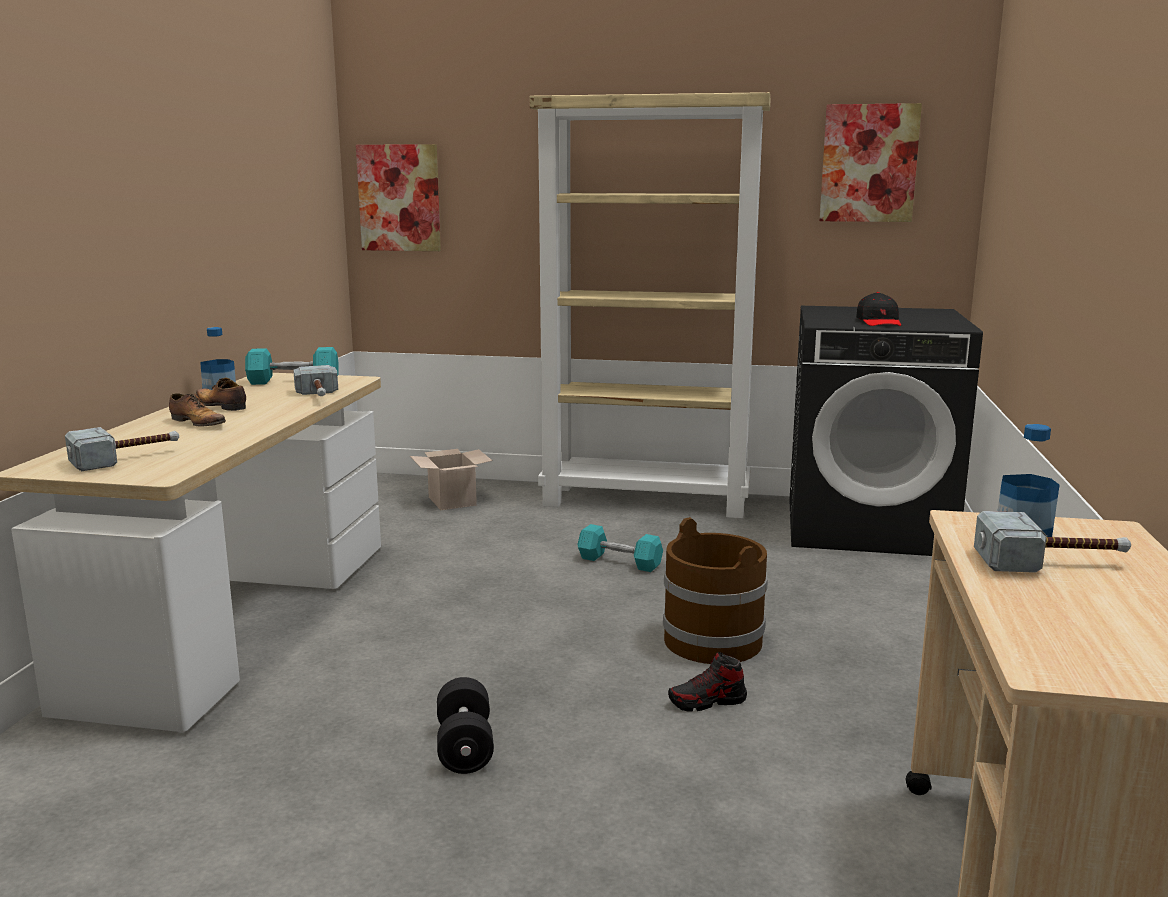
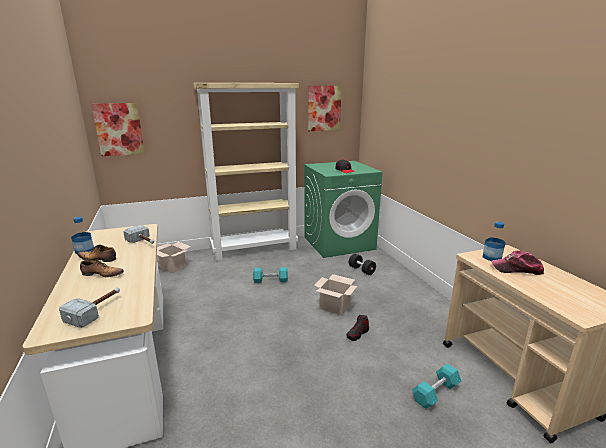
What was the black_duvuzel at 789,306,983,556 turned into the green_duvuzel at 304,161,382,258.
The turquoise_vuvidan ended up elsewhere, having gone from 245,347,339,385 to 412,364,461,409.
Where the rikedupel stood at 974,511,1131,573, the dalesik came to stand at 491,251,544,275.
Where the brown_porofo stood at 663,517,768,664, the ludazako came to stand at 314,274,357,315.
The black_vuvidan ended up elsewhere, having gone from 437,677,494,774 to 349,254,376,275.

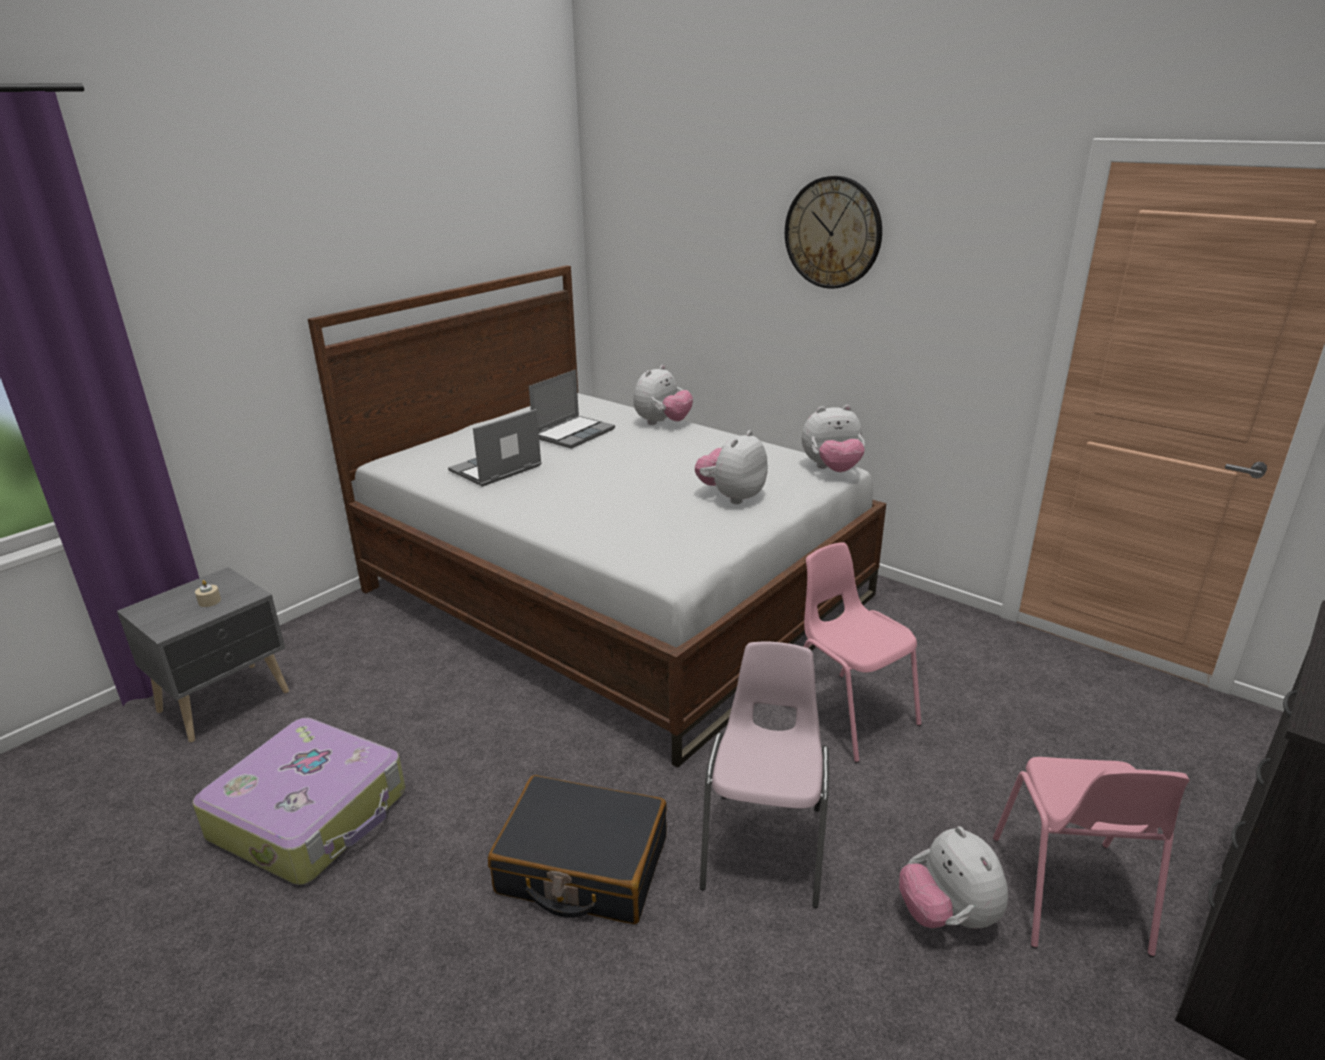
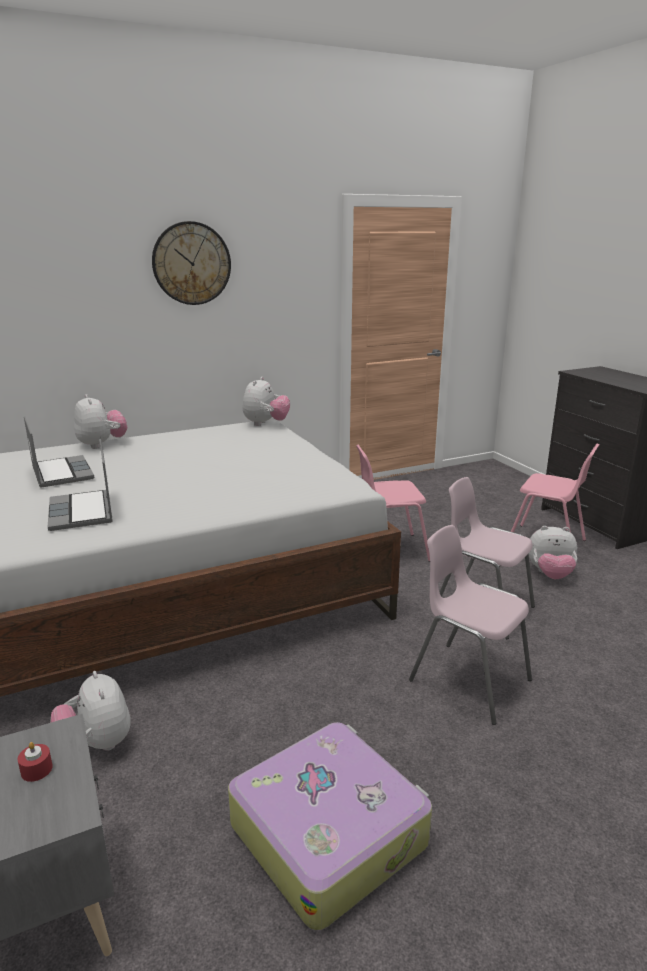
The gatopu ended up elsewhere, having gone from 695,430,768,504 to 50,671,131,751.
What was the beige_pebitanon at 195,580,221,607 turned into the red_pebitanon at 17,742,53,782.
Where the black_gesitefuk stood at 488,775,667,924, the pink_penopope came to stand at 409,525,532,725.

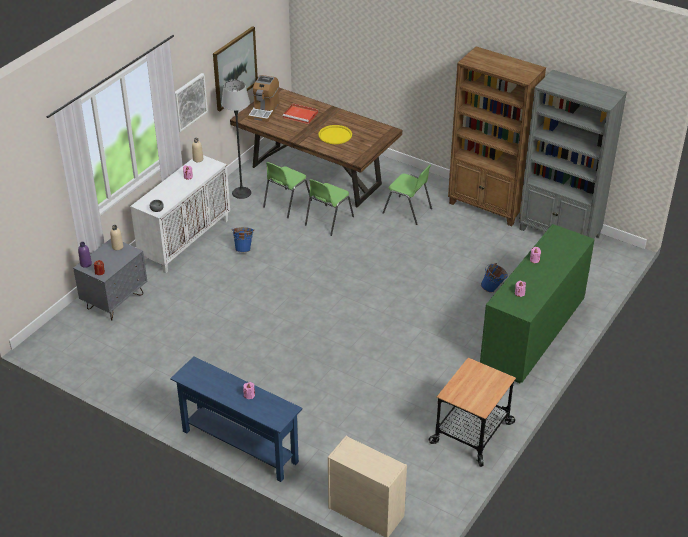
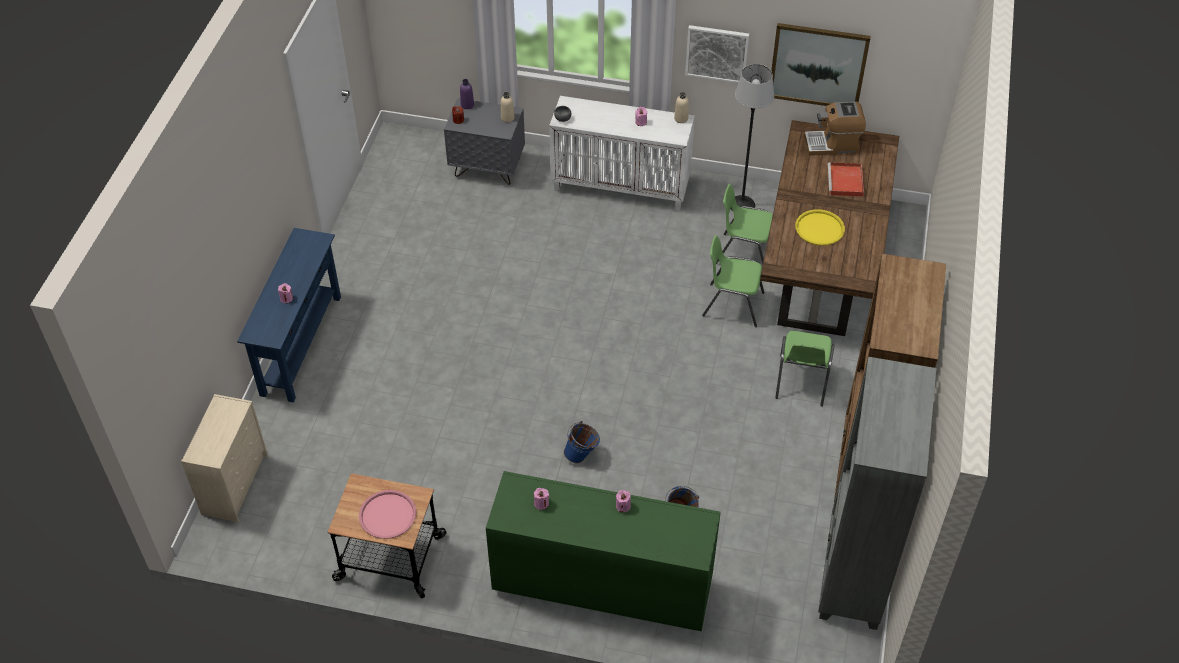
The blue_porofo ended up elsewhere, having gone from 231,227,254,252 to 564,421,600,463.
The second view gained the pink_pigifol at 359,490,416,539.

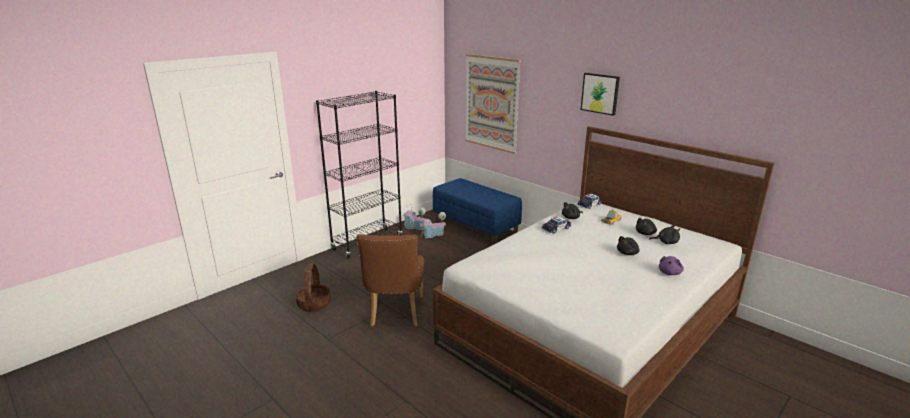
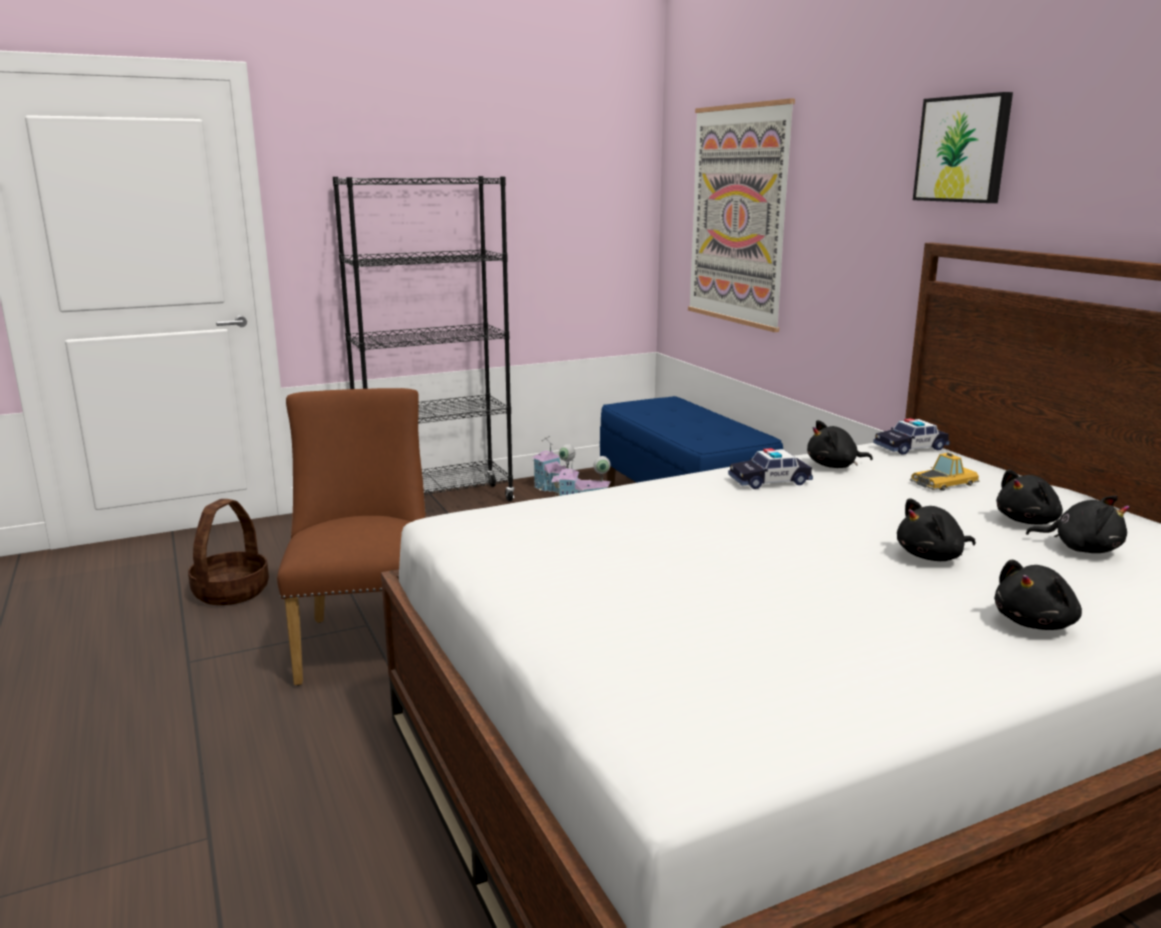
The brown_penopope at 356,234,424,327 ended up facing another way, 150 degrees clockwise from before.
What was the purple_gatopu at 659,256,684,275 turned into the black_gatopu at 994,559,1082,630.

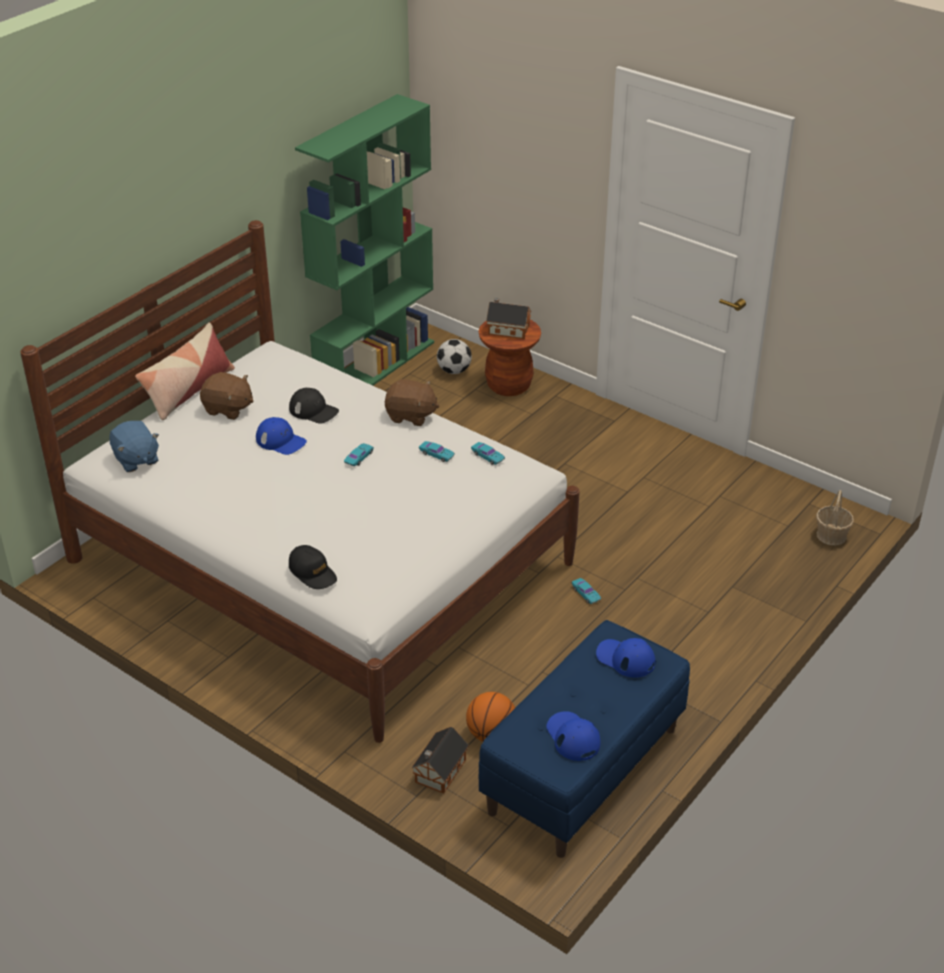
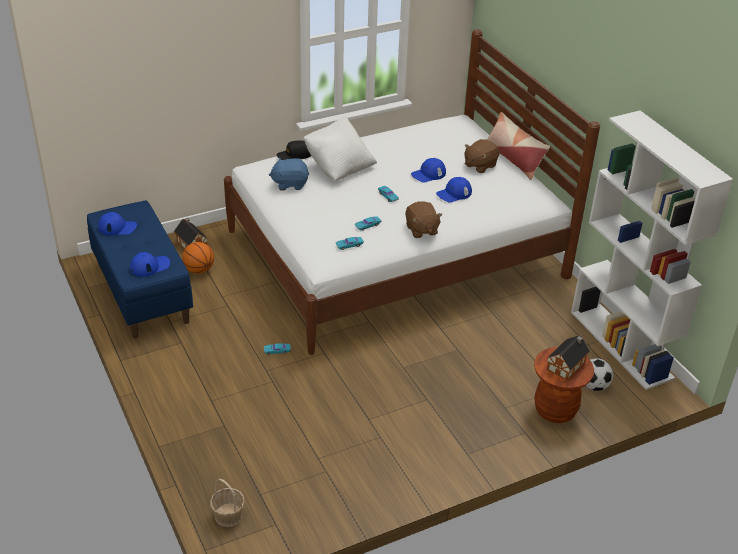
What was the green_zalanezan at 295,94,434,386 turned into the white_zalanezan at 571,110,733,390.
The brown_gatopu at 385,379,439,426 ended up facing another way, 60 degrees counterclockwise from before.
What was the black_dalesik at 289,388,339,424 turned into the blue_dalesik at 436,177,472,203.
The blue_gatopu ended up elsewhere, having gone from 109,421,159,472 to 269,158,309,190.
The second view gained the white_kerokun at 303,116,377,180.

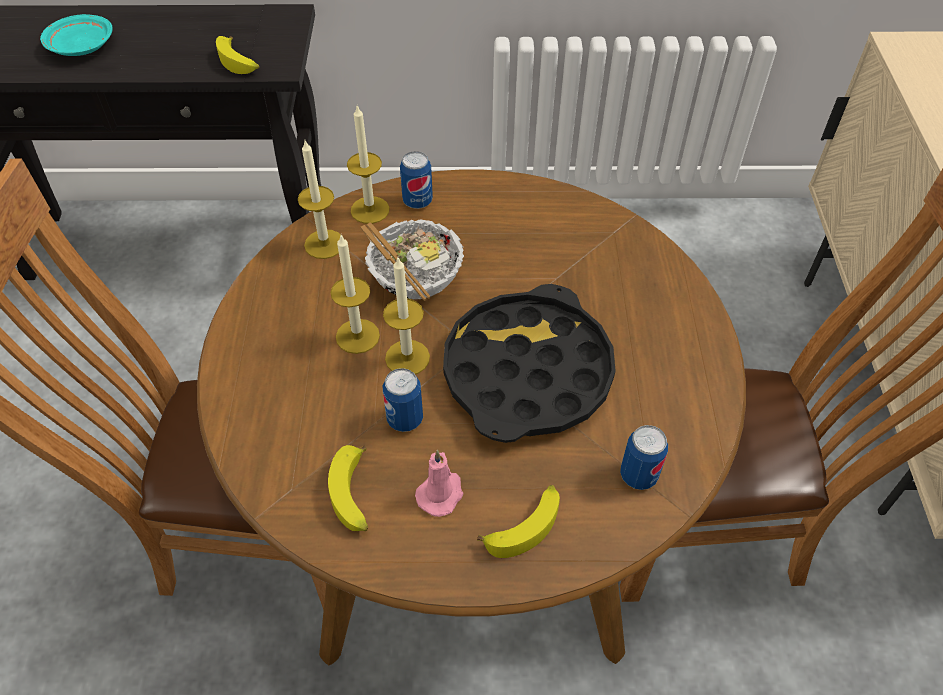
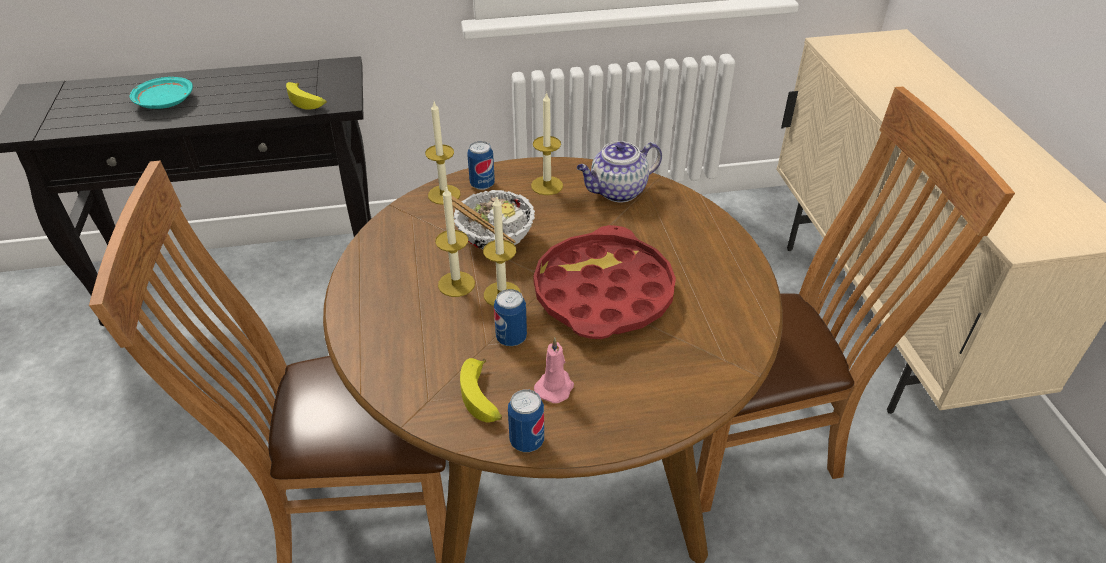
The pebitanon ended up elsewhere, having gone from 298,141,341,259 to 531,92,563,195.
What was the black_pigifol at 443,284,616,443 turned into the red_pigifol at 533,225,676,339.
The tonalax ended up elsewhere, having gone from 620,425,668,490 to 508,390,544,452.
The second view lost the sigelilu at 477,485,560,558.
The second view gained the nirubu at 577,141,662,203.

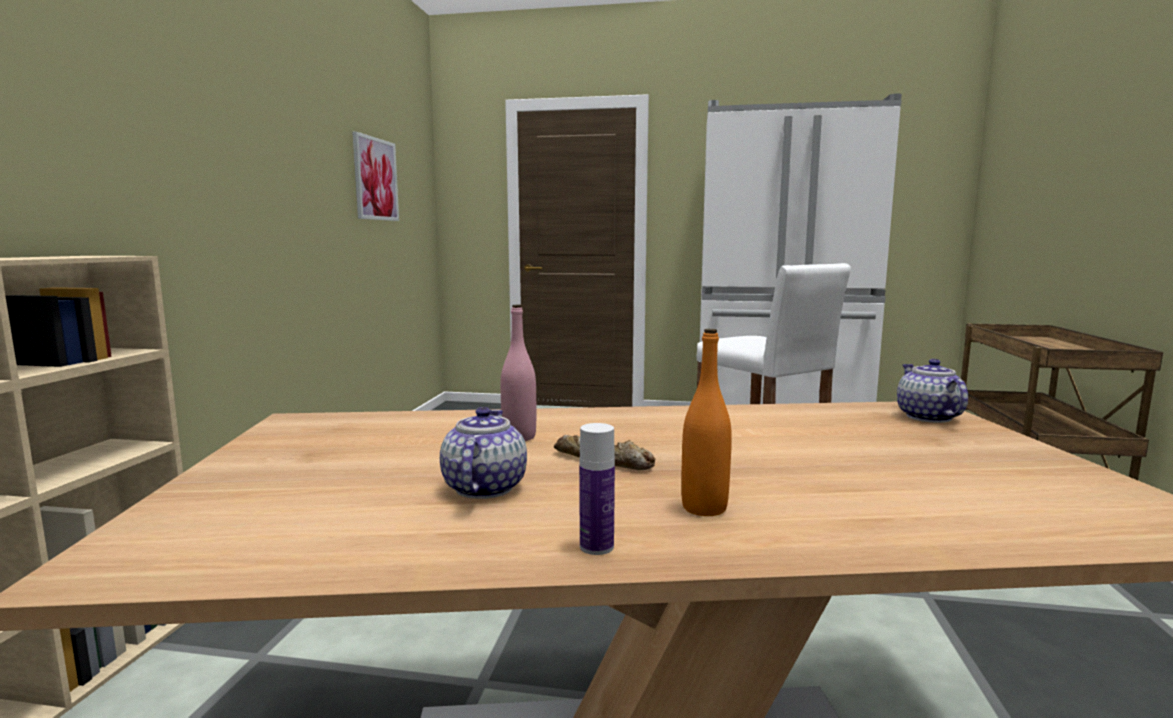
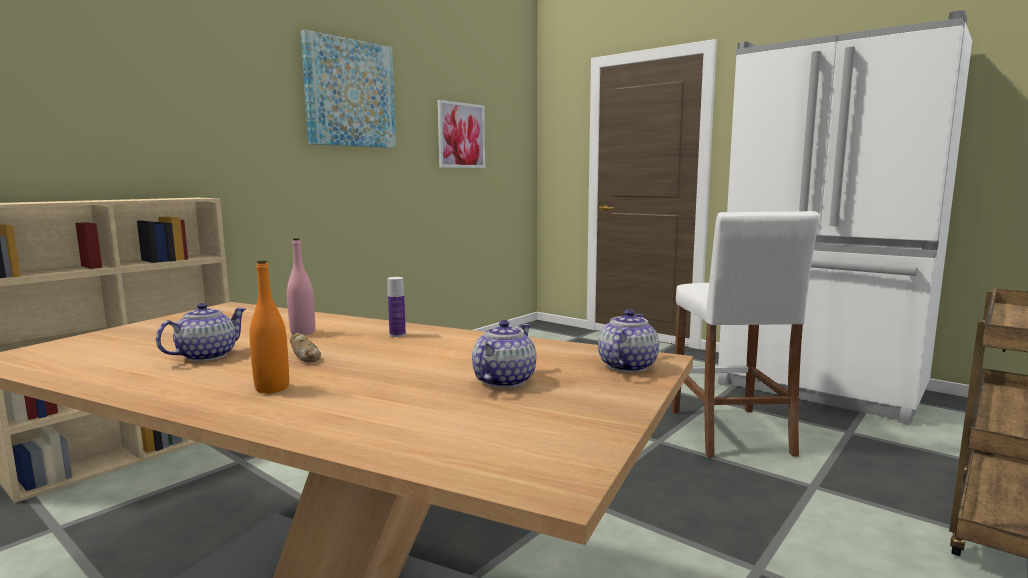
The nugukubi ended up elsewhere, having gone from 579,423,615,555 to 387,277,406,337.
The second view gained the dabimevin at 301,29,396,148.
The second view gained the nirubu at 472,320,536,388.

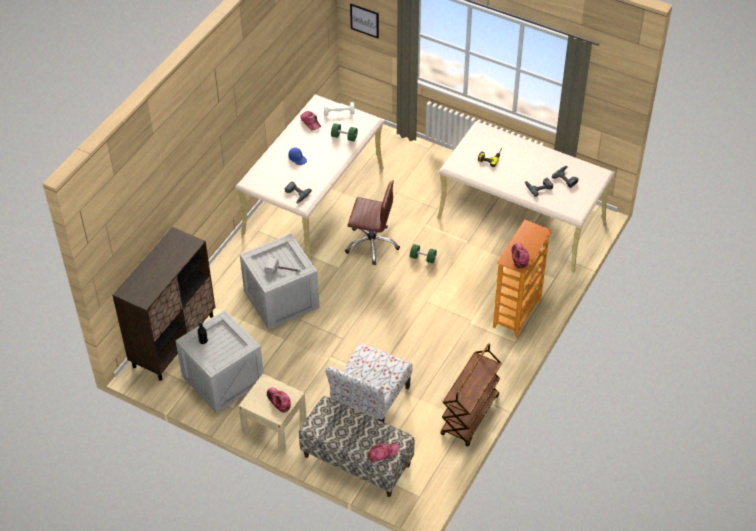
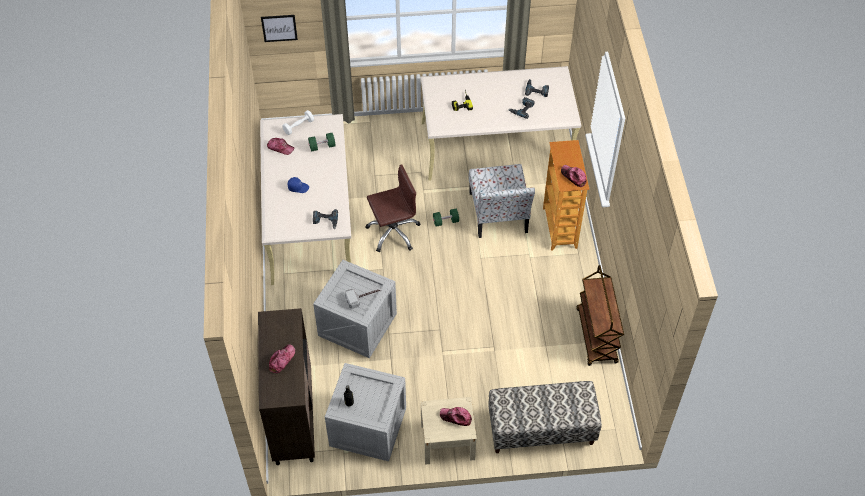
The penopope ended up elsewhere, having gone from 325,343,413,422 to 469,164,535,238.
The dalesik ended up elsewhere, having gone from 368,443,399,462 to 269,344,295,373.

